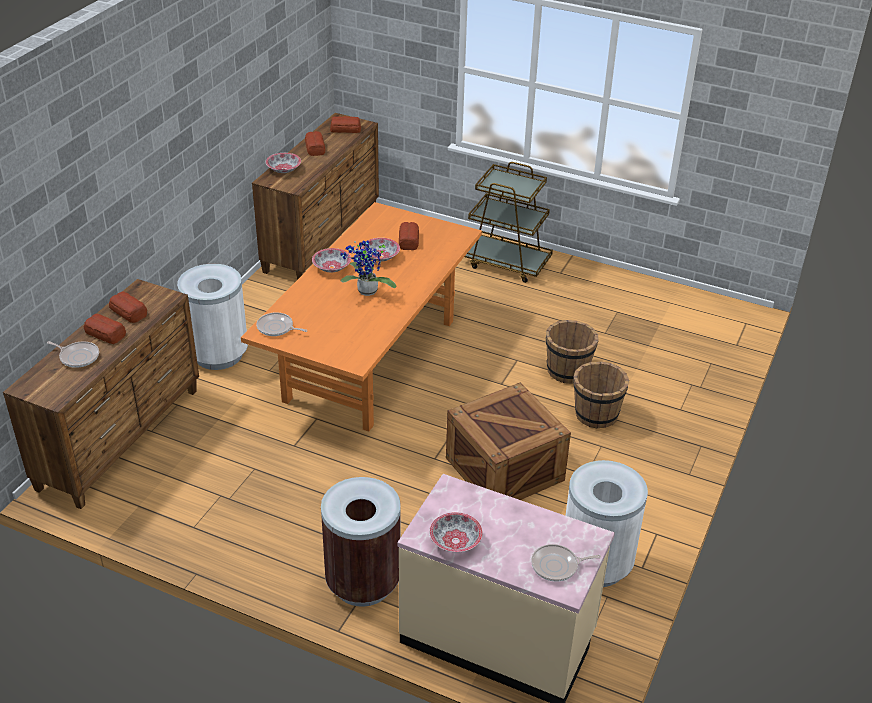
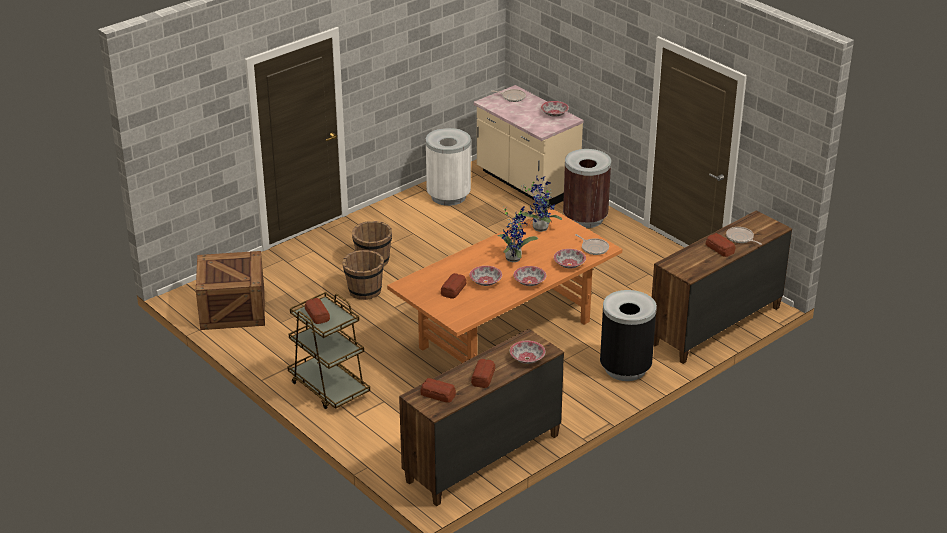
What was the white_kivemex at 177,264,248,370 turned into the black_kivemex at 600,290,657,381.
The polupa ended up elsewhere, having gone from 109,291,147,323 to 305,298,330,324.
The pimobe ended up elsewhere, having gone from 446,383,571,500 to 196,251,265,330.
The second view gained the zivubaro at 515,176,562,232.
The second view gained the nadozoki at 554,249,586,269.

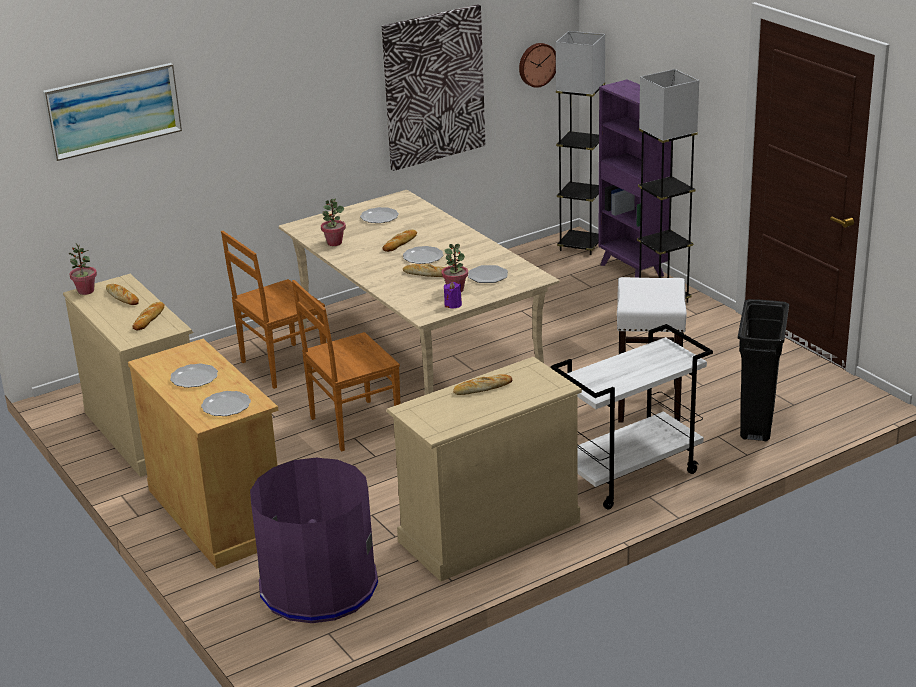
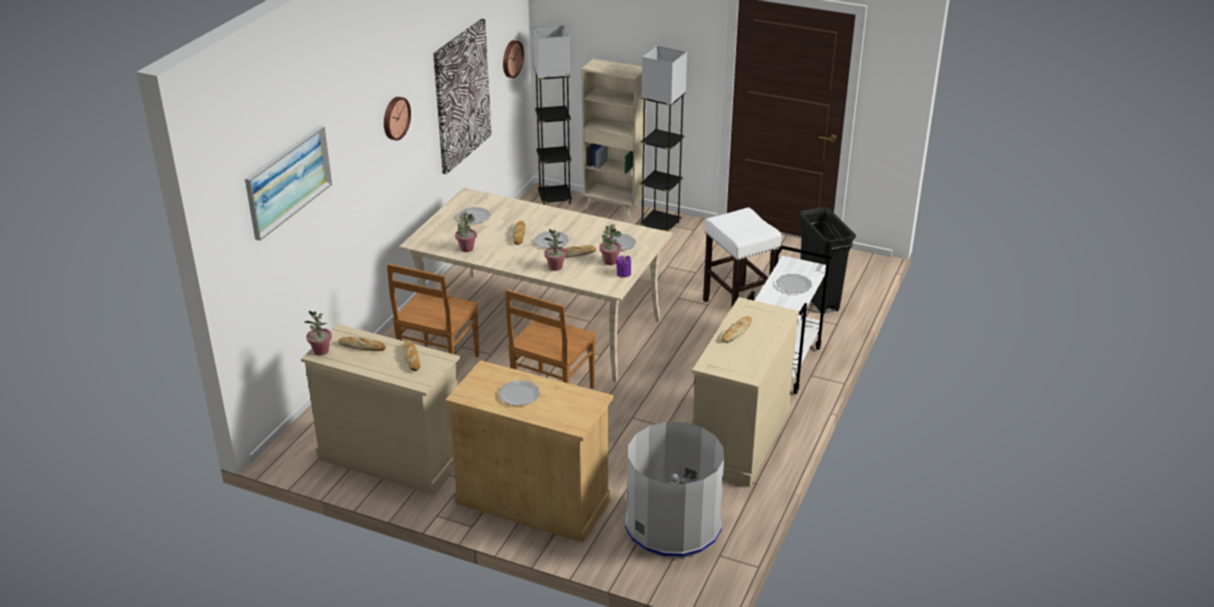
What was the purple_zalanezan at 598,79,671,278 turned into the beige_zalanezan at 582,58,646,219.
The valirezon ended up elsewhere, having gone from 201,391,251,416 to 776,274,812,293.
What was the purple_kivemex at 250,458,378,623 turned into the grey_kivemex at 625,422,724,558.
The second view gained the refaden at 384,97,411,140.
The second view gained the zivubaro at 544,229,567,271.

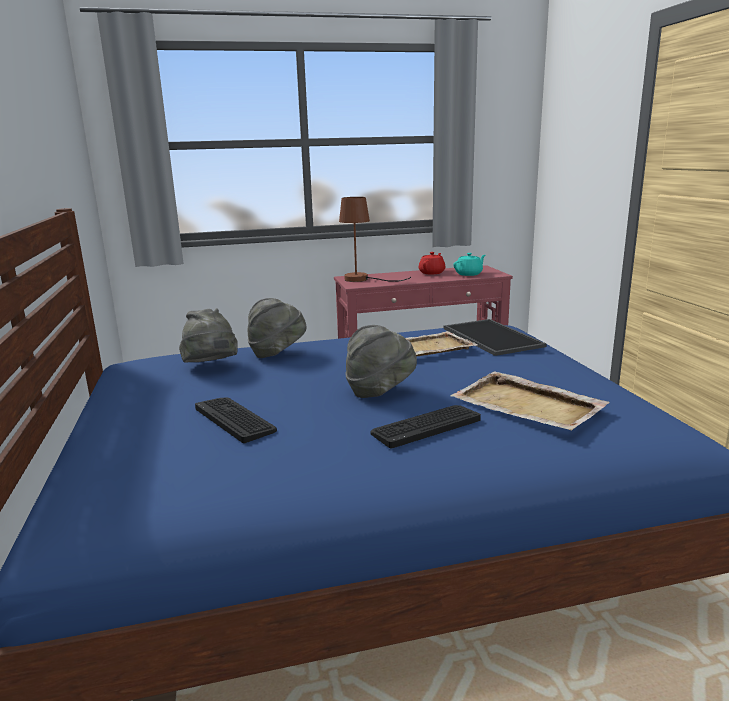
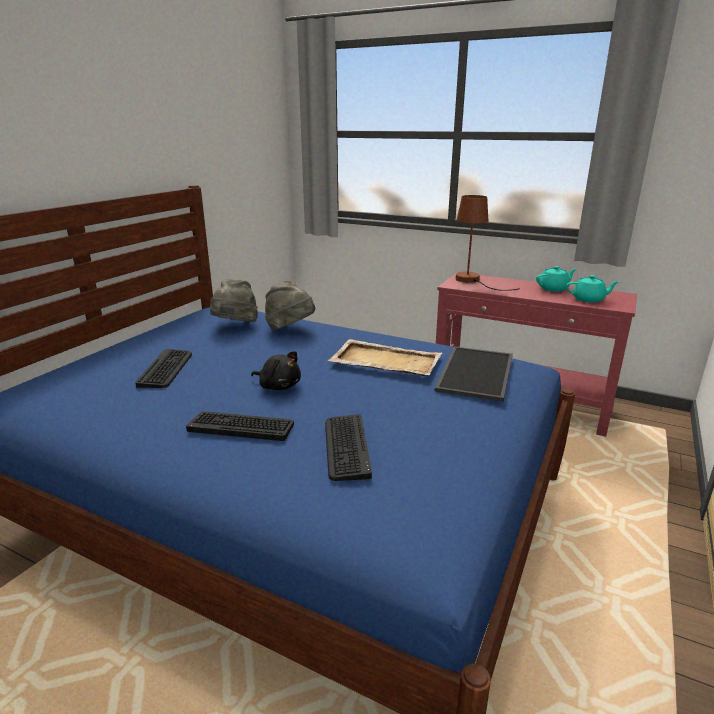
What was the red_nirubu at 419,252,445,274 turned into the turquoise_nirubu at 536,266,576,292.
Where the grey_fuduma stood at 345,325,417,398, the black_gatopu came to stand at 251,351,301,390.
Where the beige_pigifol stood at 450,372,610,431, the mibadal came to stand at 325,414,372,481.

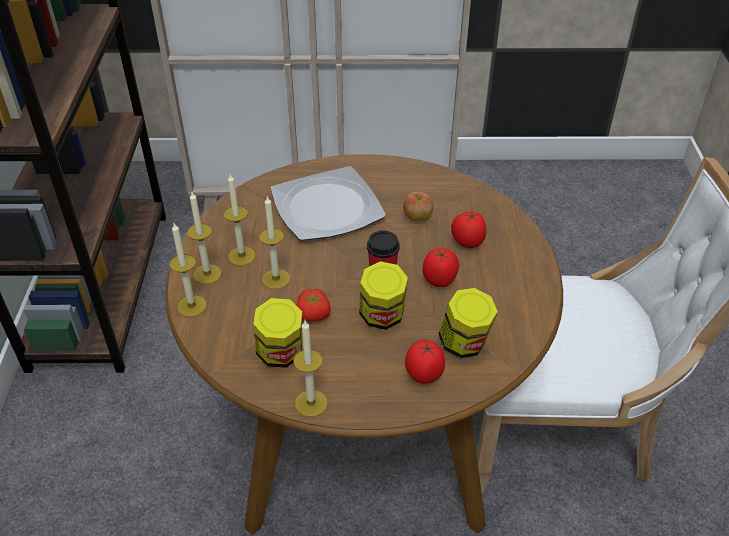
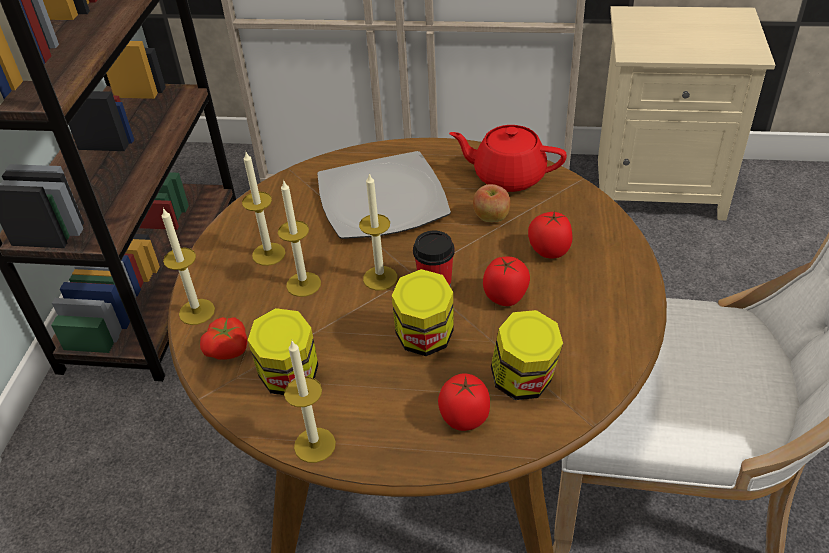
The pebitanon ended up elsewhere, having gone from 187,192,221,284 to 359,173,398,290.
The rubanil ended up elsewhere, having gone from 296,289,331,322 to 200,317,247,360.
The second view gained the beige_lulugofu at 598,6,775,220.
The second view gained the red_nirubu at 449,125,567,192.

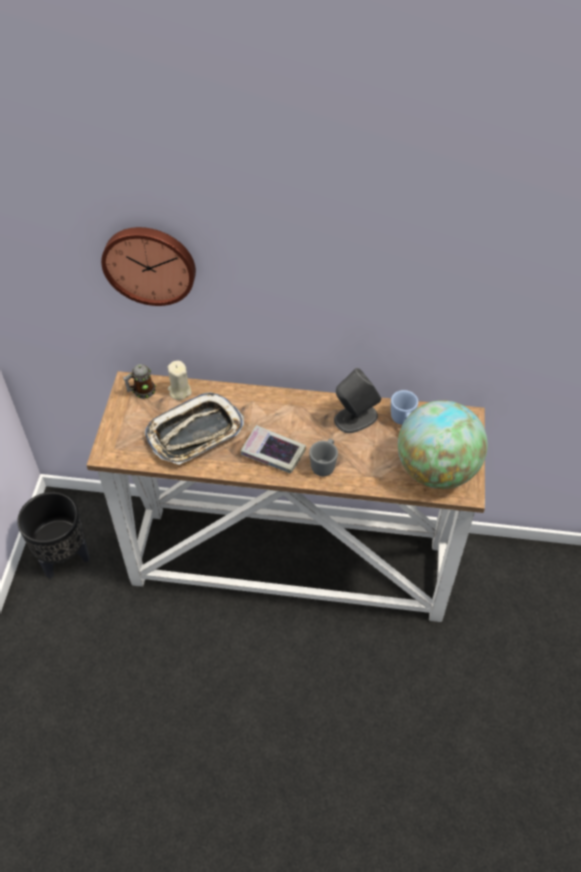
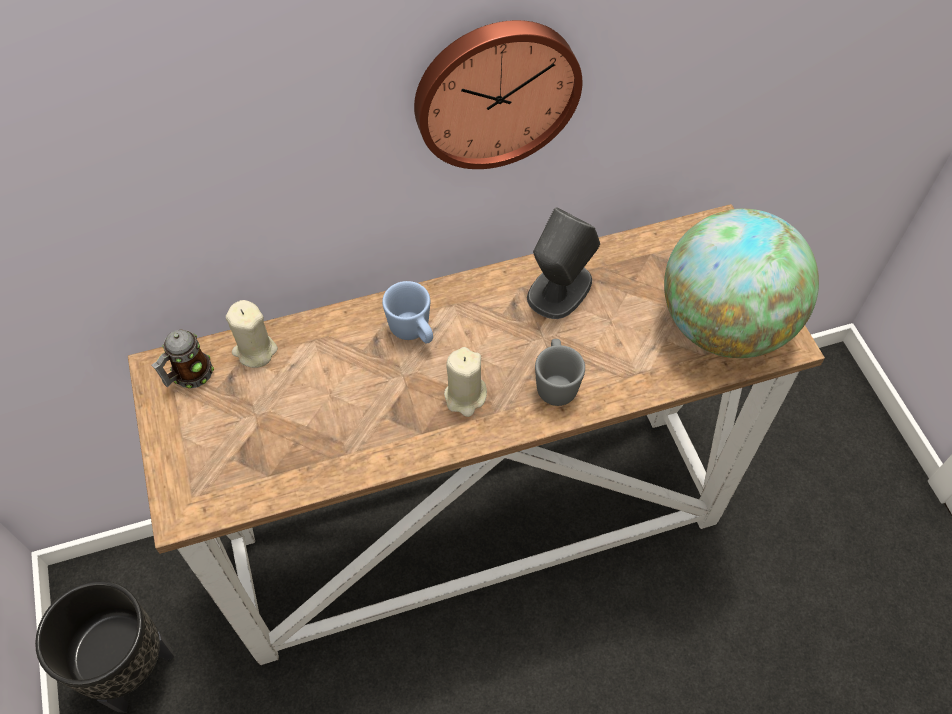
The refaden ended up elsewhere, having gone from 101,227,196,306 to 414,20,582,169.
The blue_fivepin ended up elsewhere, having gone from 391,390,418,425 to 382,281,433,344.
The second view lost the pigifol at 145,392,244,465.
Where the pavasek stood at 241,425,306,474, the beige_pebitanon came to stand at 444,347,487,417.

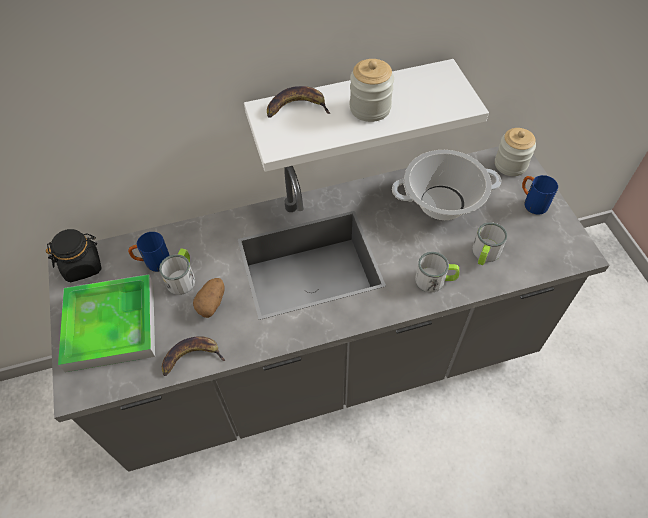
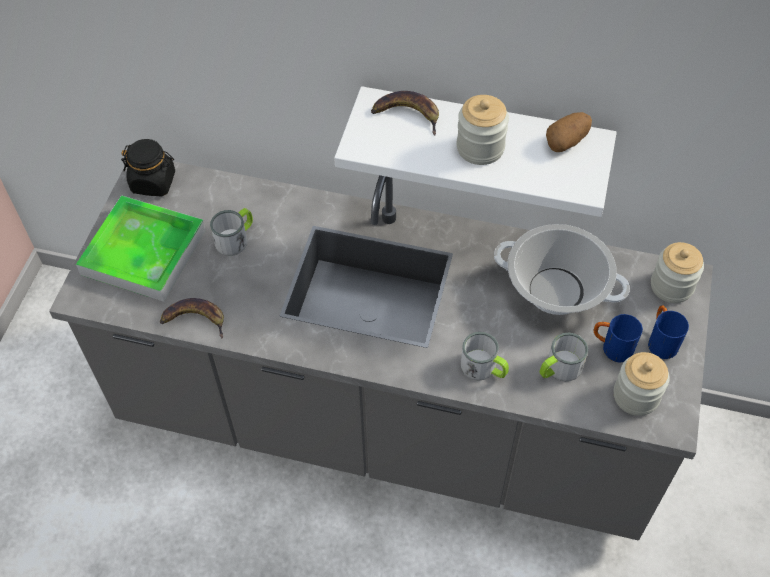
The blue_fivepin ended up elsewhere, having gone from 128,232,170,272 to 594,314,643,363.
The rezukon ended up elsewhere, having gone from 193,278,225,318 to 546,112,592,152.
The second view gained the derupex at 614,352,670,416.

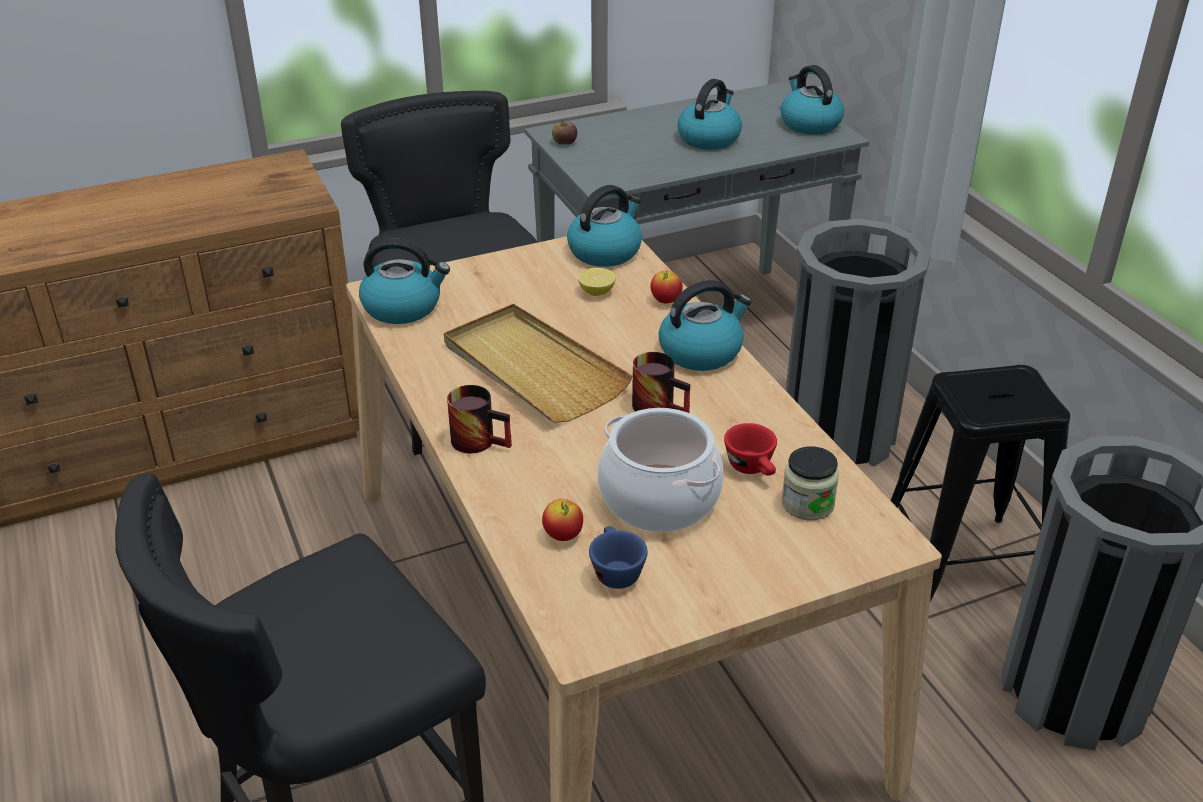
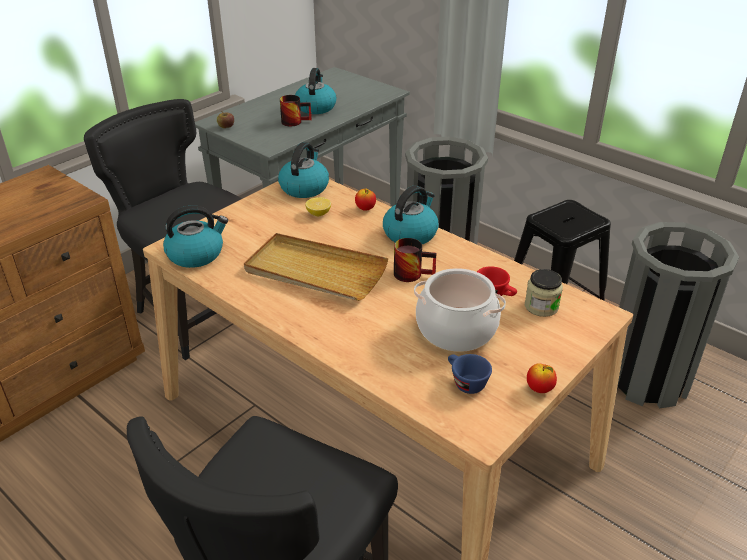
The second view lost the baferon at 781,65,844,135.
The fivepin ended up elsewhere, having gone from 447,385,512,453 to 280,95,312,126.
The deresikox ended up elsewhere, having gone from 542,499,583,541 to 527,363,557,393.

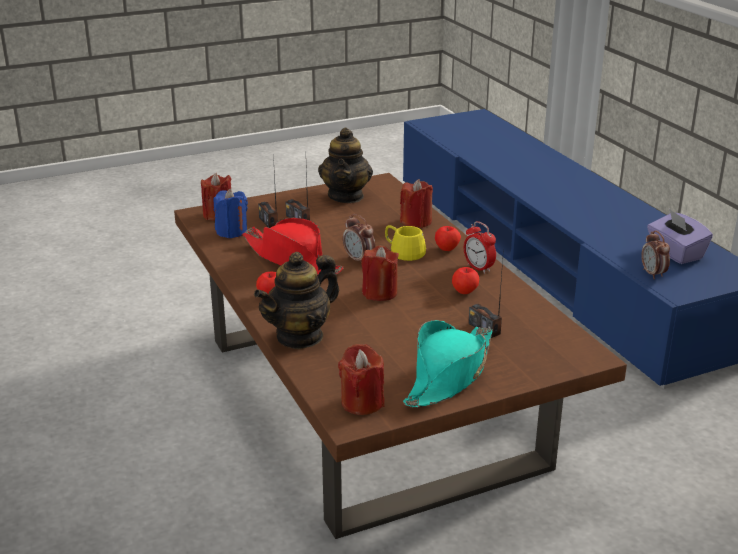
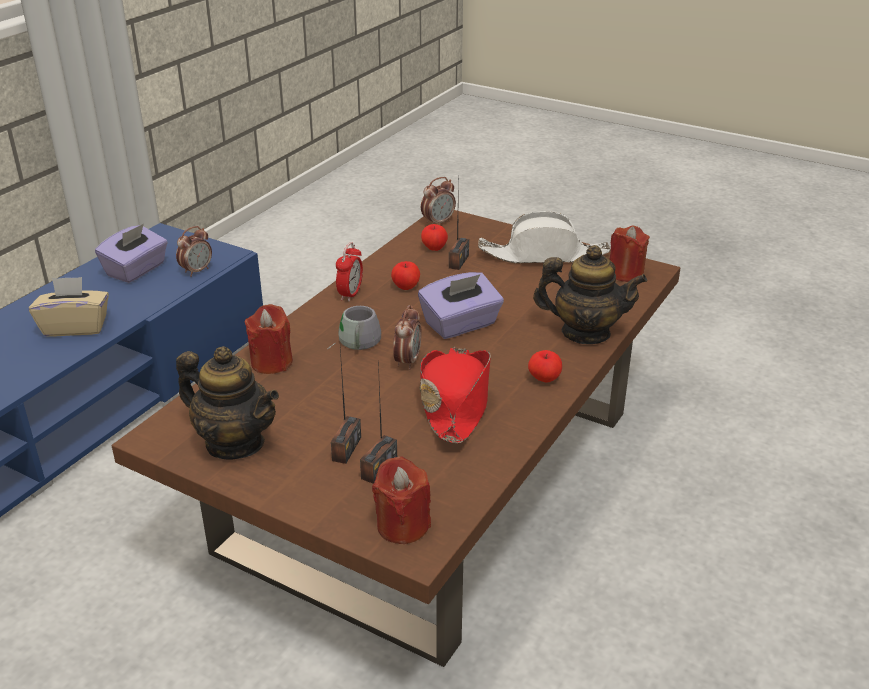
The nirubu at 318,127,373,203 ended up facing another way, 60 degrees clockwise from before.
The second view lost the blue_pebitanon at 213,189,248,238.
What was the yellow_fivepin at 385,225,426,261 turned into the grey_fivepin at 327,306,381,350.
The deresikox ended up elsewhere, having gone from 435,226,461,251 to 421,224,448,251.
Where the red_pebitanon stood at 361,246,399,301, the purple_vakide came to stand at 418,272,504,339.
What was the turquoise_fuduma at 403,320,493,408 turned into the white_fuduma at 478,211,610,263.
The second view gained the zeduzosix at 421,177,456,224.
The second view gained the beige_vakide at 29,277,109,337.

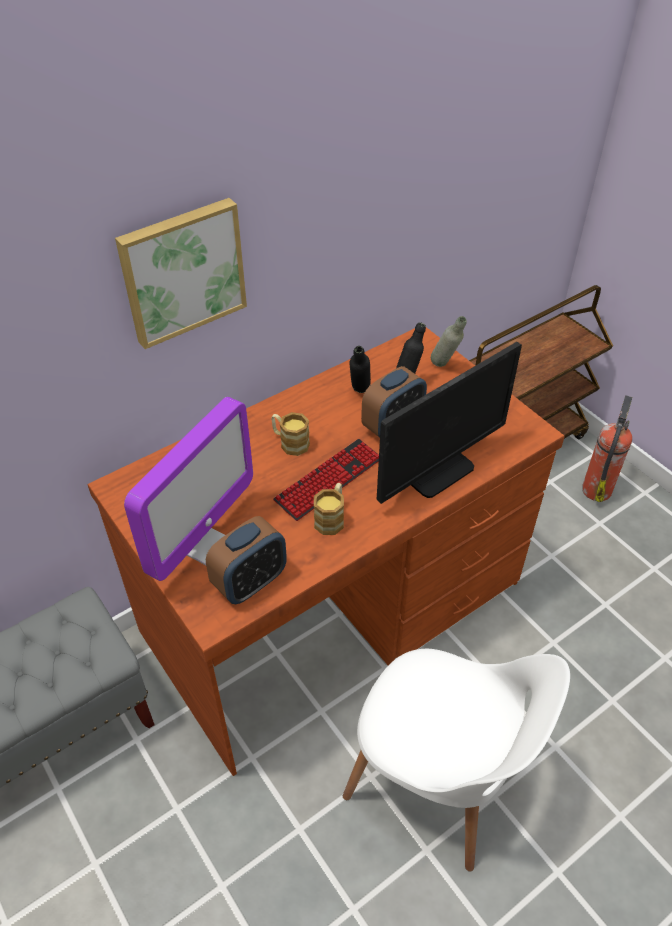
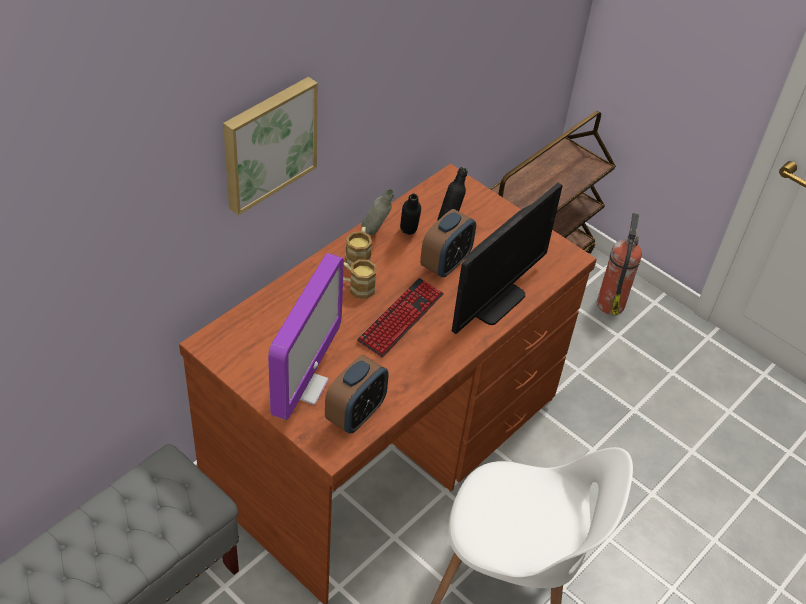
The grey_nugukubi ended up elsewhere, having gone from 431,316,467,367 to 362,189,394,235.
The fivepin ended up elsewhere, having gone from 314,483,344,535 to 345,227,372,267.

